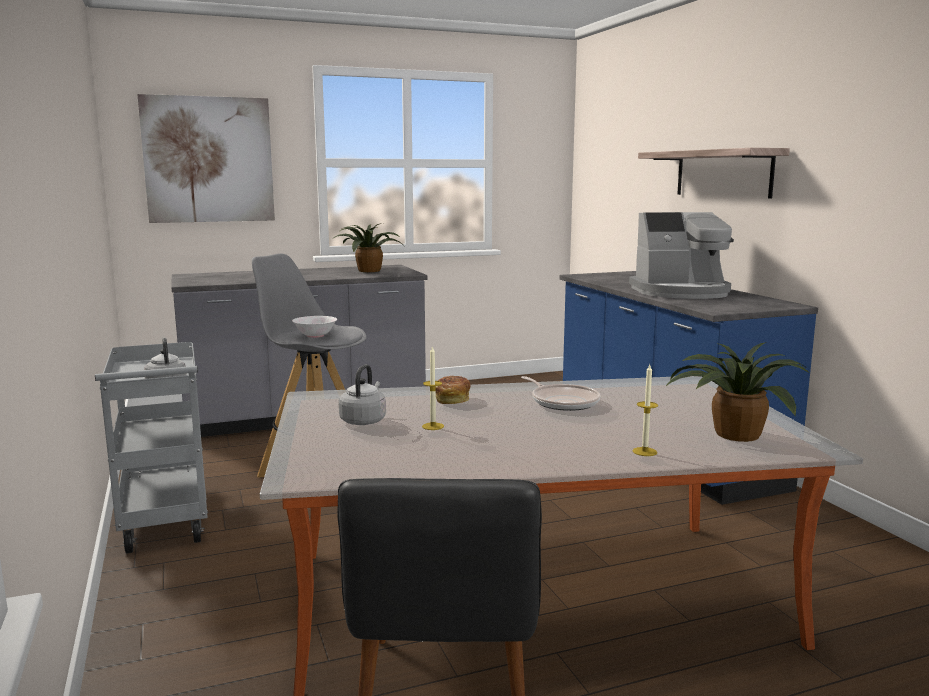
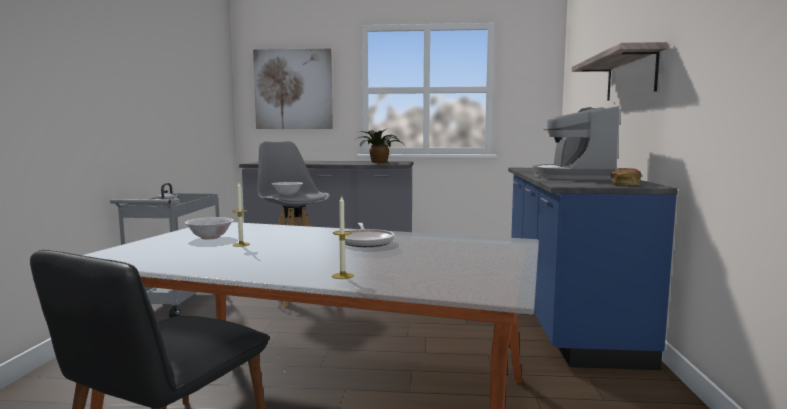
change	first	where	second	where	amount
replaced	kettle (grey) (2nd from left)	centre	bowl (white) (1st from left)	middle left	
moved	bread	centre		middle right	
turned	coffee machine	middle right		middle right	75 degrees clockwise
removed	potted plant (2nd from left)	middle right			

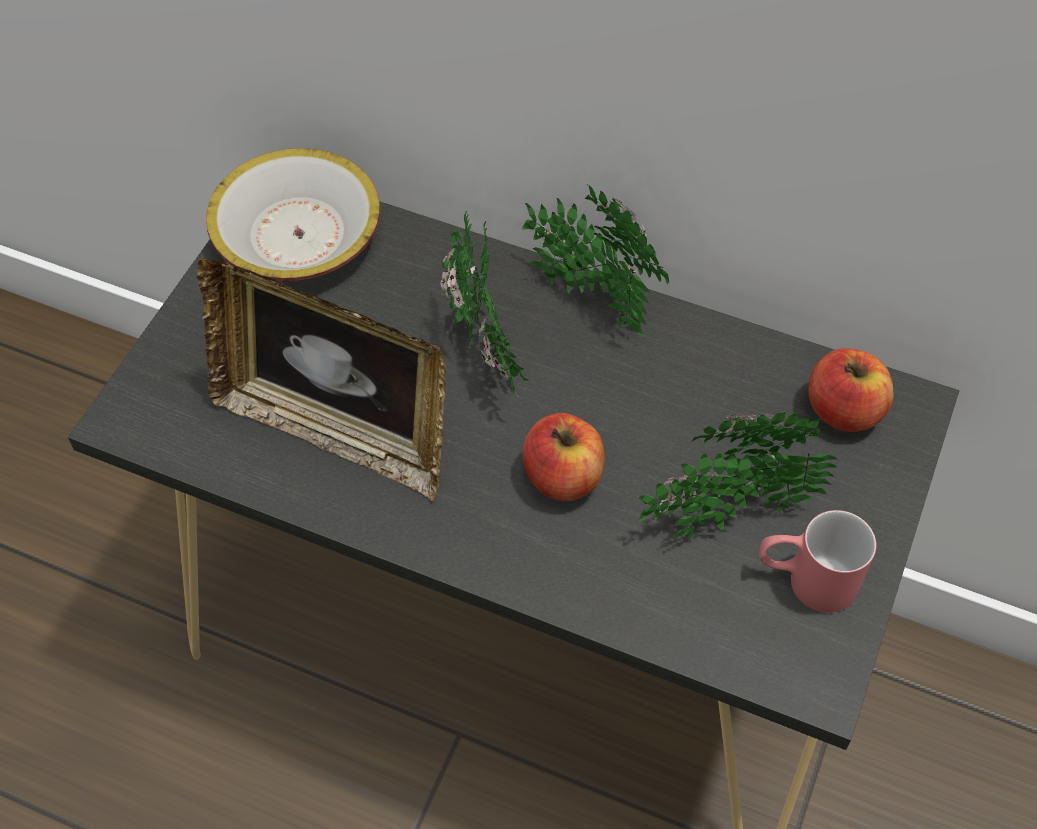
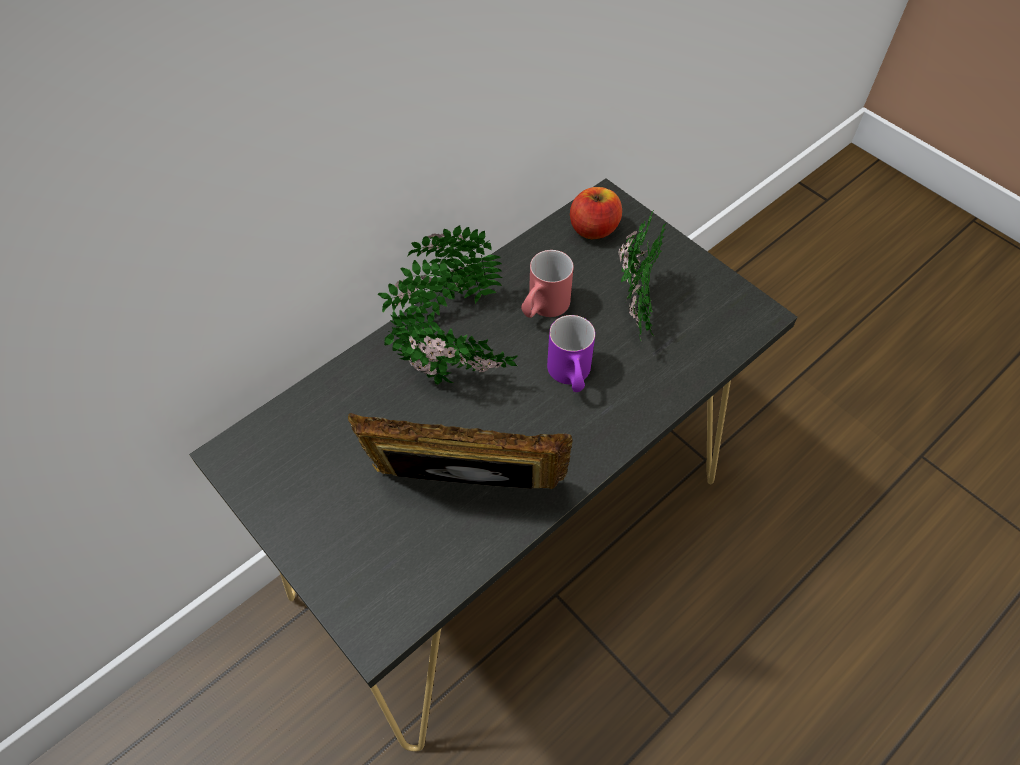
change	first	where	second	where	amount
turned	picture frame	middle left		centre	135 degrees counterclockwise
removed	bowl	top left			
replaced	apple (1st from left)	centre	mug (purple)	centre	
moved	mug (red)	bottom right		centre	

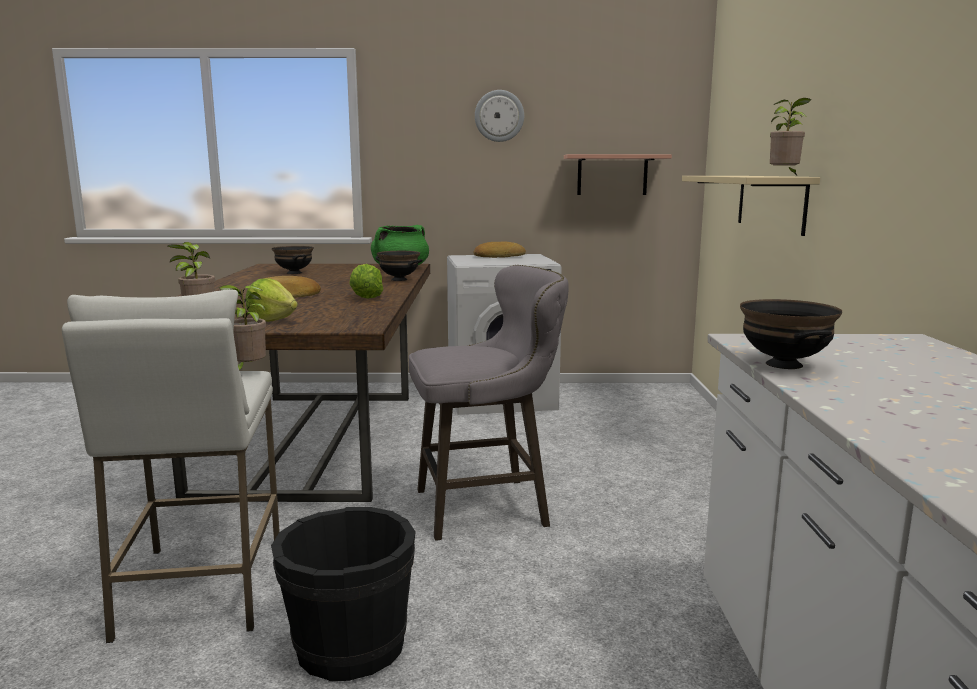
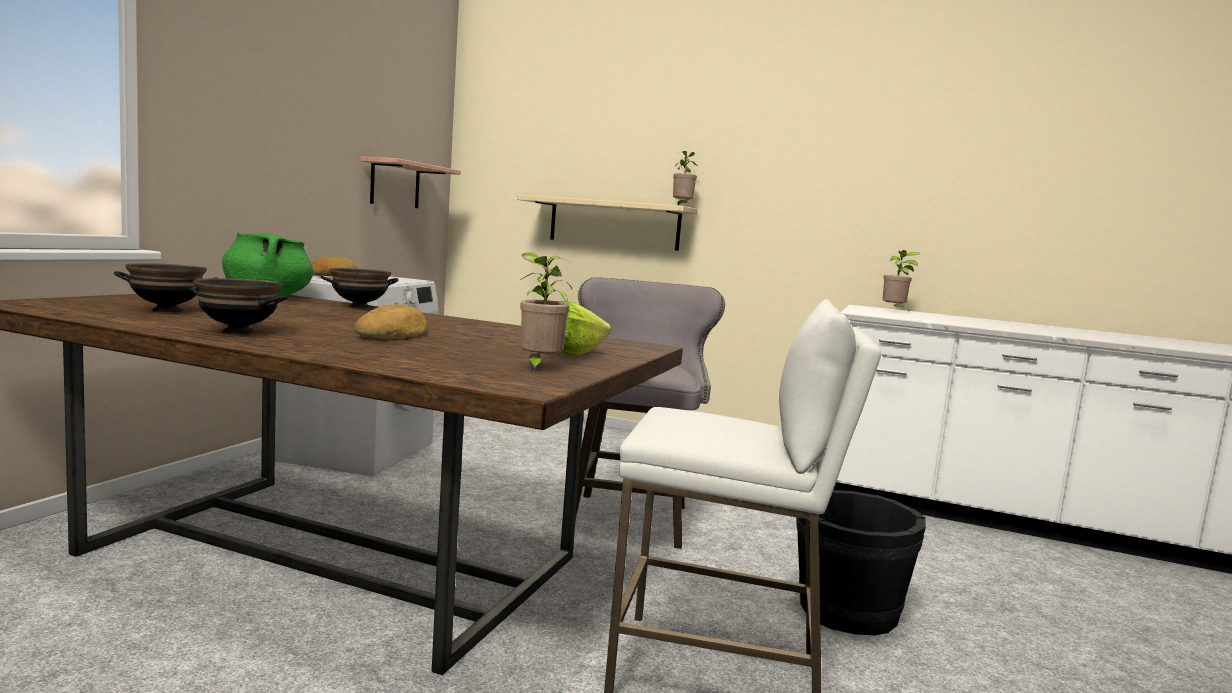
change	first	where	second	where	amount
moved	potted plant (2nd from left in the first image)	middle left	potted plant (3rd from left)	middle right	
removed	lettuce (2nd from left)	centre			
removed	wall clock	top centre			
moved	bowl (black) (3rd from left in the first image)	middle right	bowl (black) (2nd from left)	middle left	

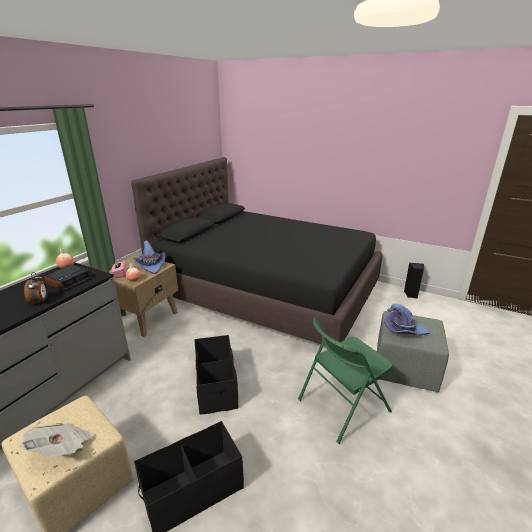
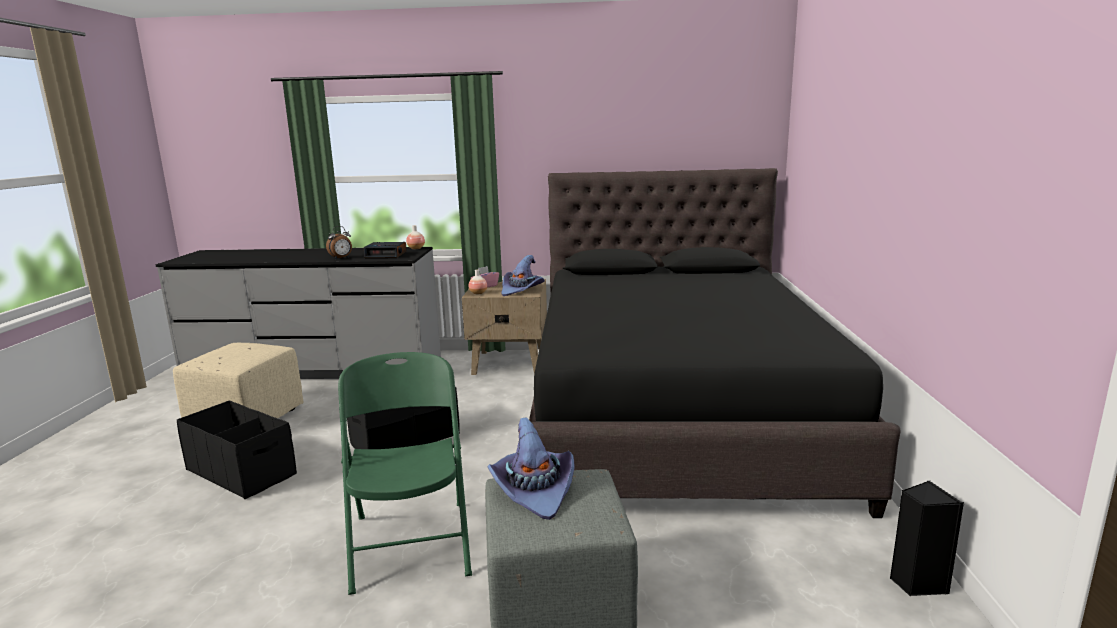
change	first	where	second	where	amount
removed	newspaper	bottom left			
turned	chair (green)	bottom centre		bottom centre	45 degrees clockwise

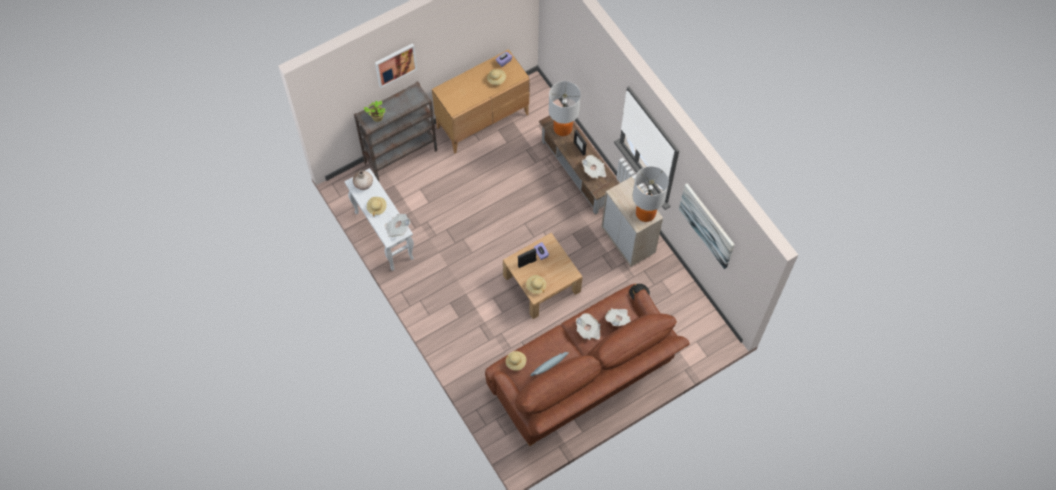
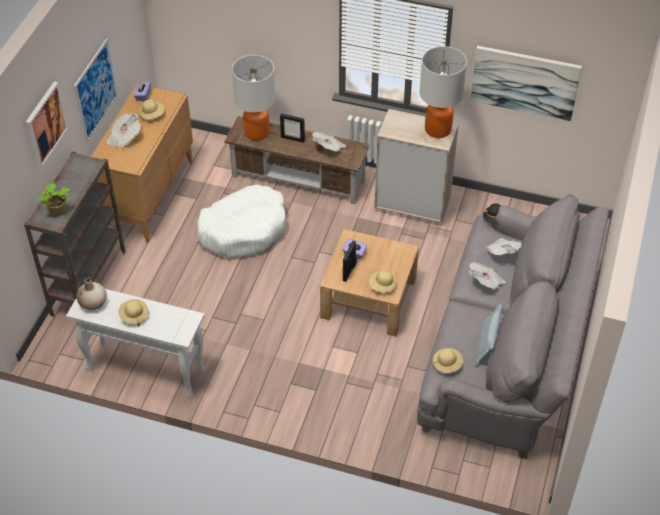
change	first	where	second	where	amount
moved	newspaper (1st from left)	centre		top left	
recoloured	sofa (brown)	bottom centre	sofa (grey)	middle right	
added			picture (2nd from left)	top left	
added			dog bed (white)	centre	

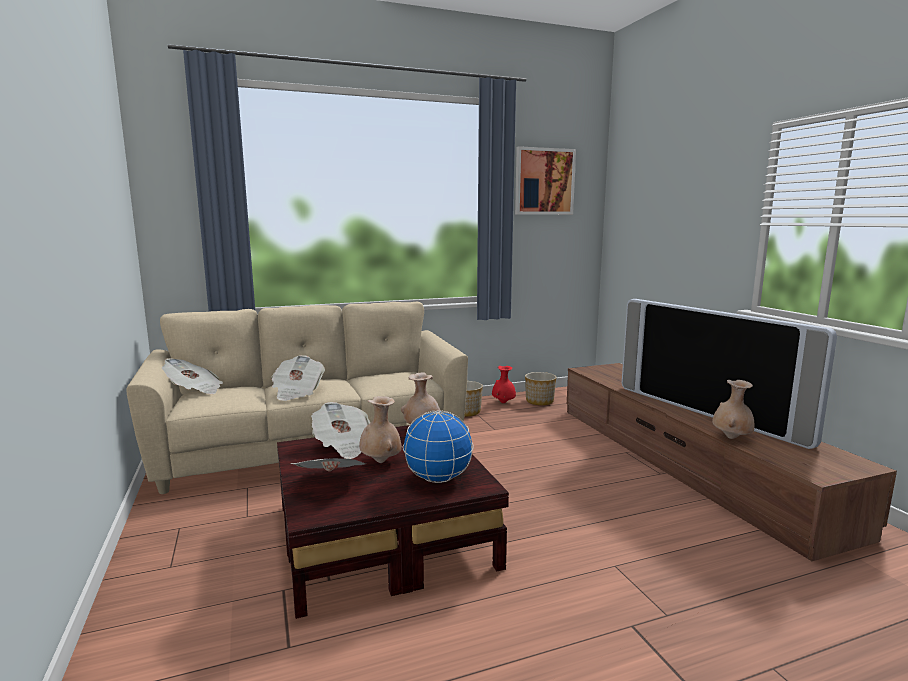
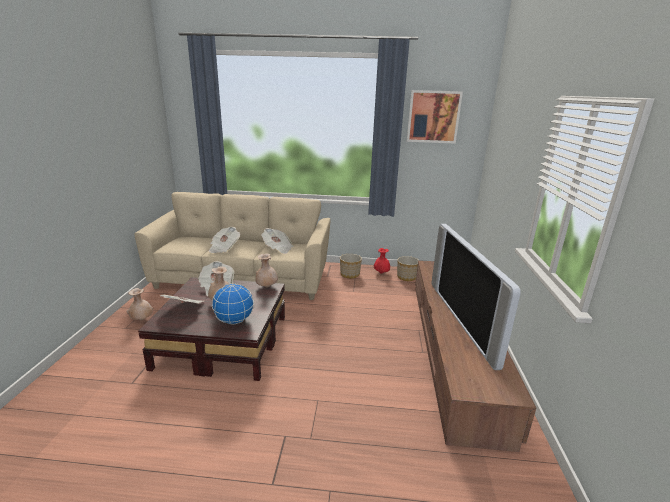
change	first	where	second	where	amount
moved	newspaper (1st from left in the first image)	middle left	newspaper (4th from left)	centre	
moved	vase (beige) (3rd from left in the first image)	middle right	vase (beige) (1st from left)	middle left	

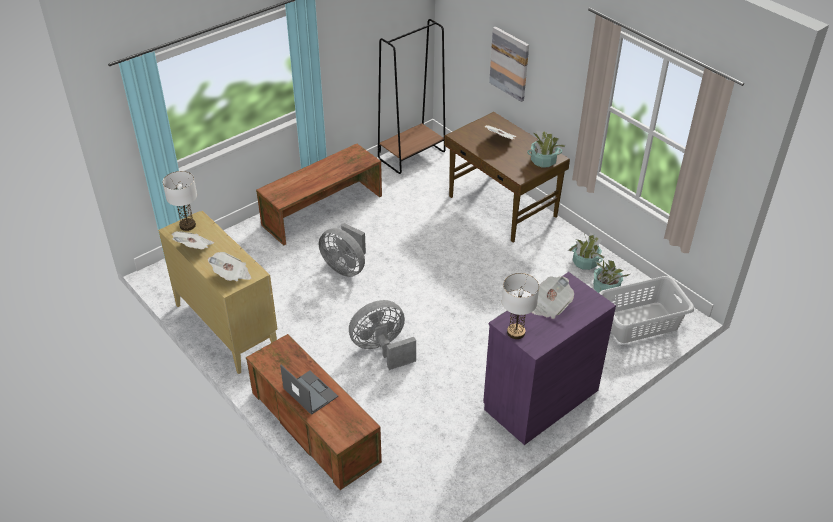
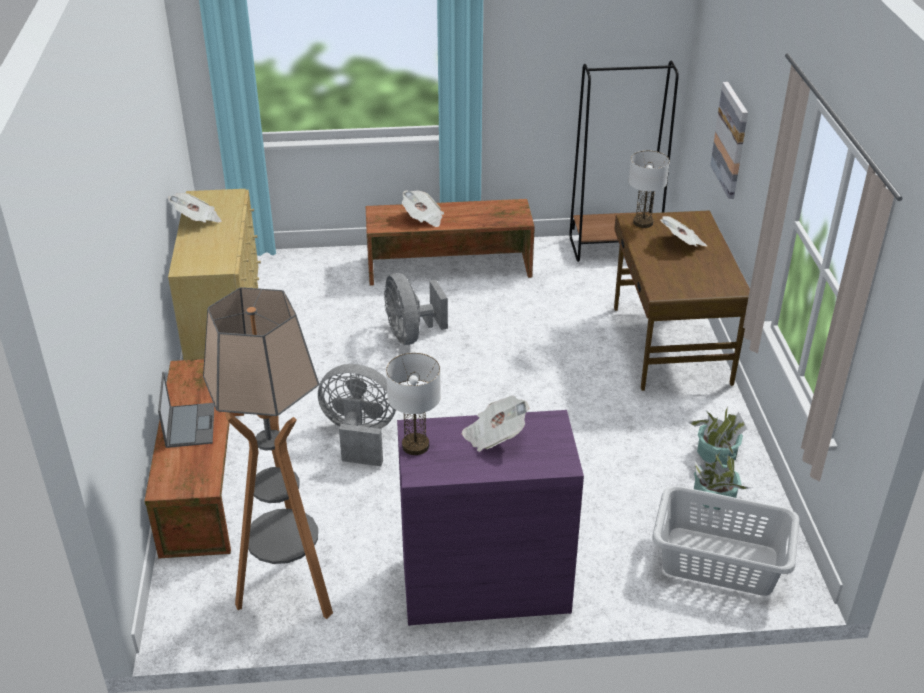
change	first	where	second	where	amount
moved	table lamp (1st from left in the first image)	middle left	table lamp (2nd from left)	top right	
moved	newspaper (2nd from left)	middle left		top centre	
removed	potted plant (1st from left)	top centre			
added			floor lamp	middle left	

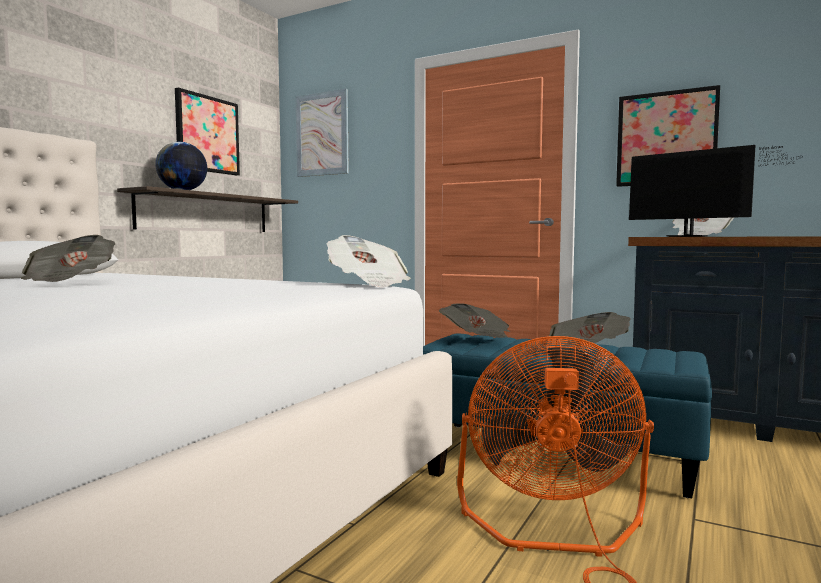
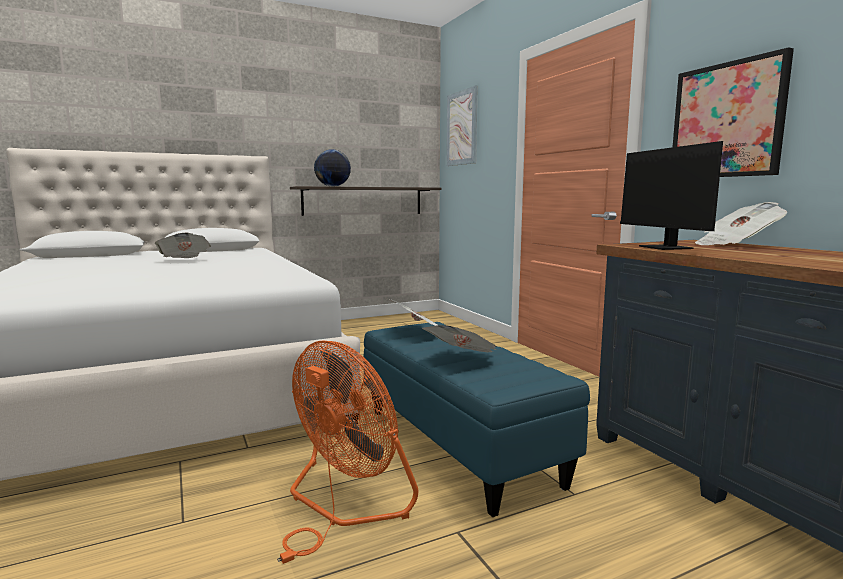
change	first	where	second	where	amount
removed	picture (1st from left)	top left			
removed	newspaper (2nd from left)	centre			

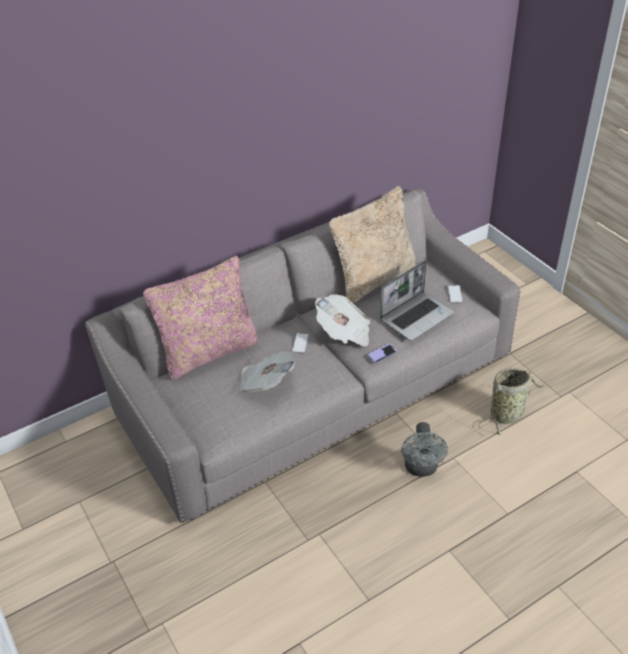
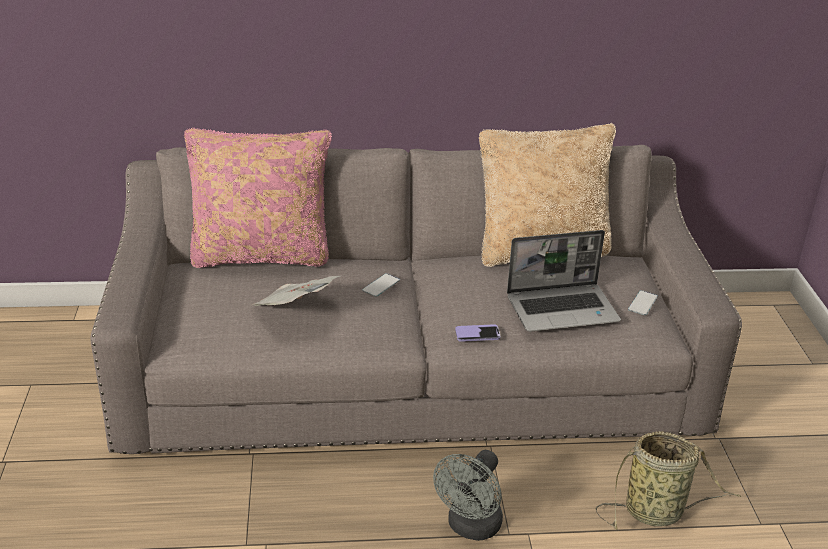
change	first	where	second	where	amount
removed	newspaper (2nd from left)	centre			

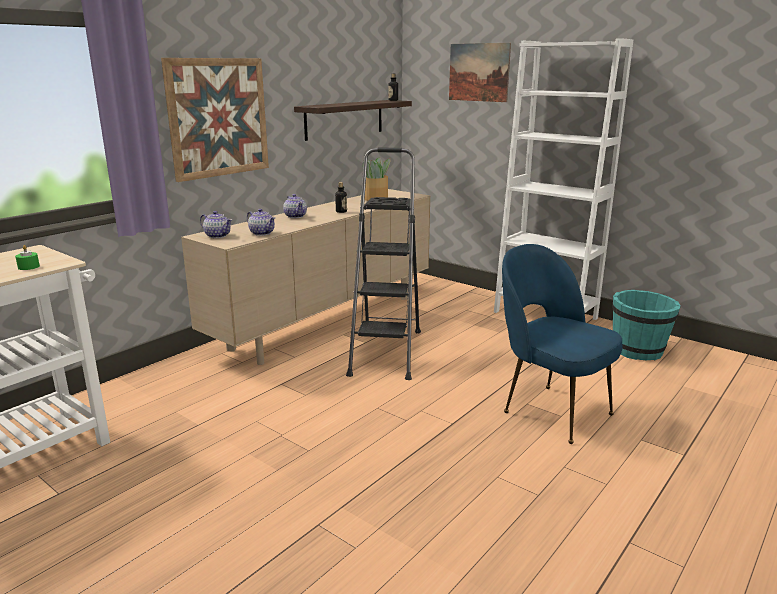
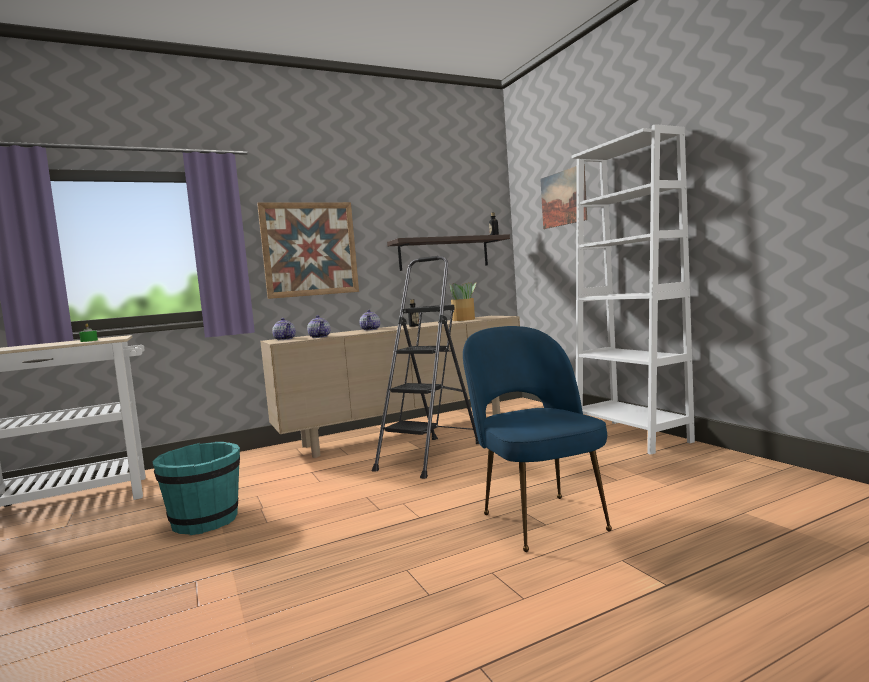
change	first	where	second	where	amount
moved	bucket (turquoise)	middle right		bottom left	

